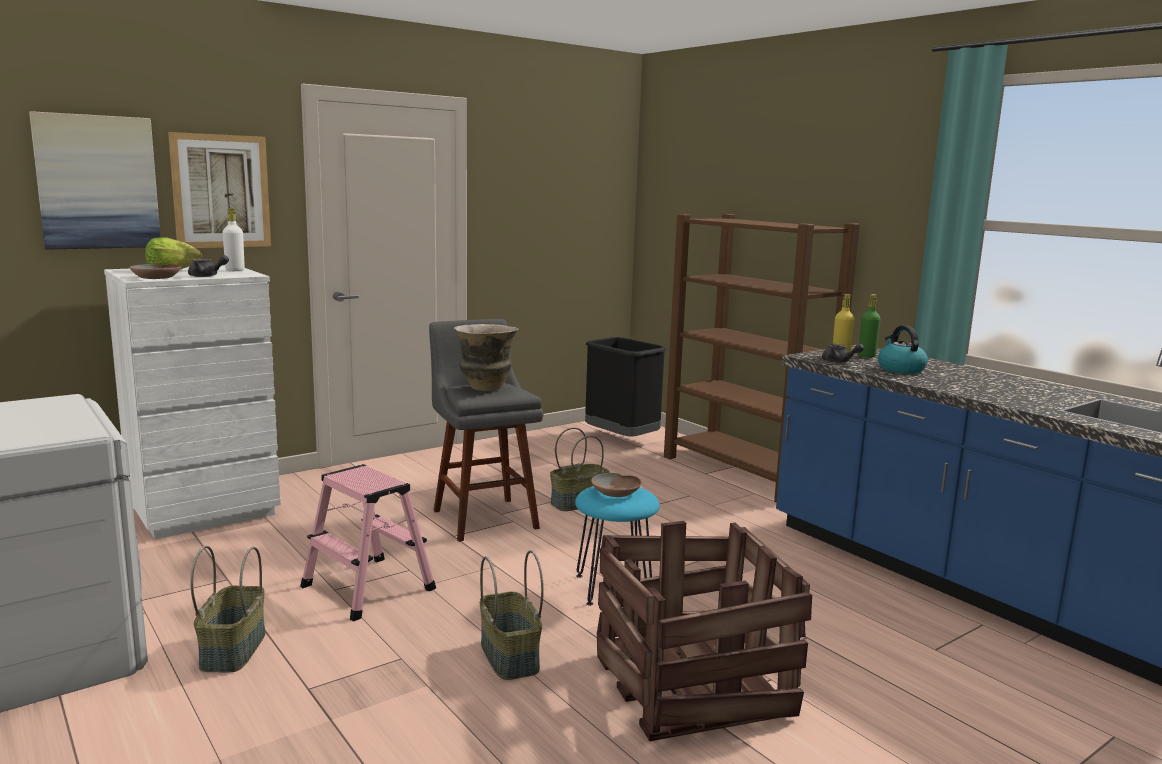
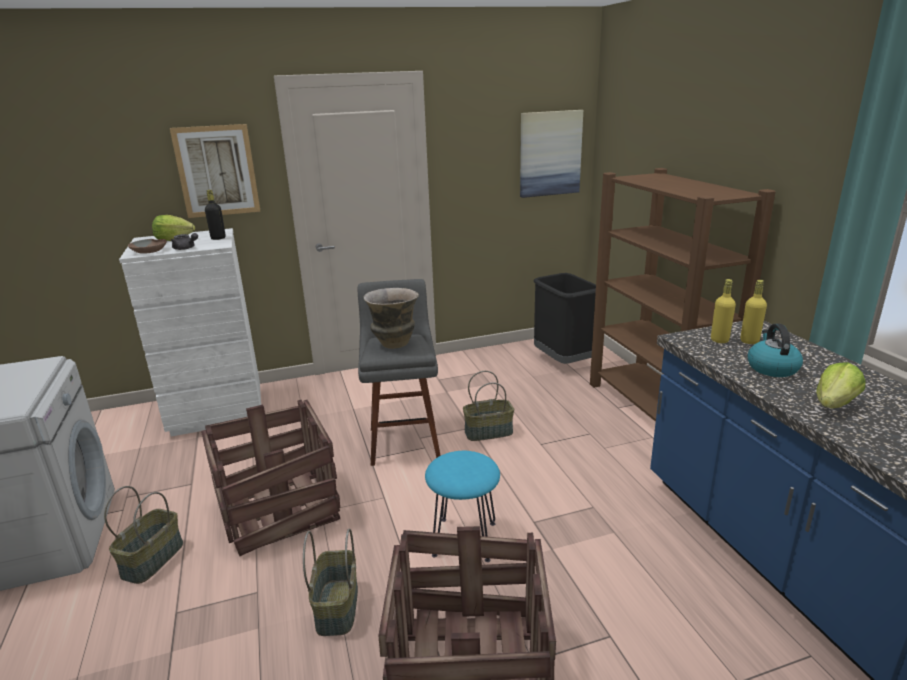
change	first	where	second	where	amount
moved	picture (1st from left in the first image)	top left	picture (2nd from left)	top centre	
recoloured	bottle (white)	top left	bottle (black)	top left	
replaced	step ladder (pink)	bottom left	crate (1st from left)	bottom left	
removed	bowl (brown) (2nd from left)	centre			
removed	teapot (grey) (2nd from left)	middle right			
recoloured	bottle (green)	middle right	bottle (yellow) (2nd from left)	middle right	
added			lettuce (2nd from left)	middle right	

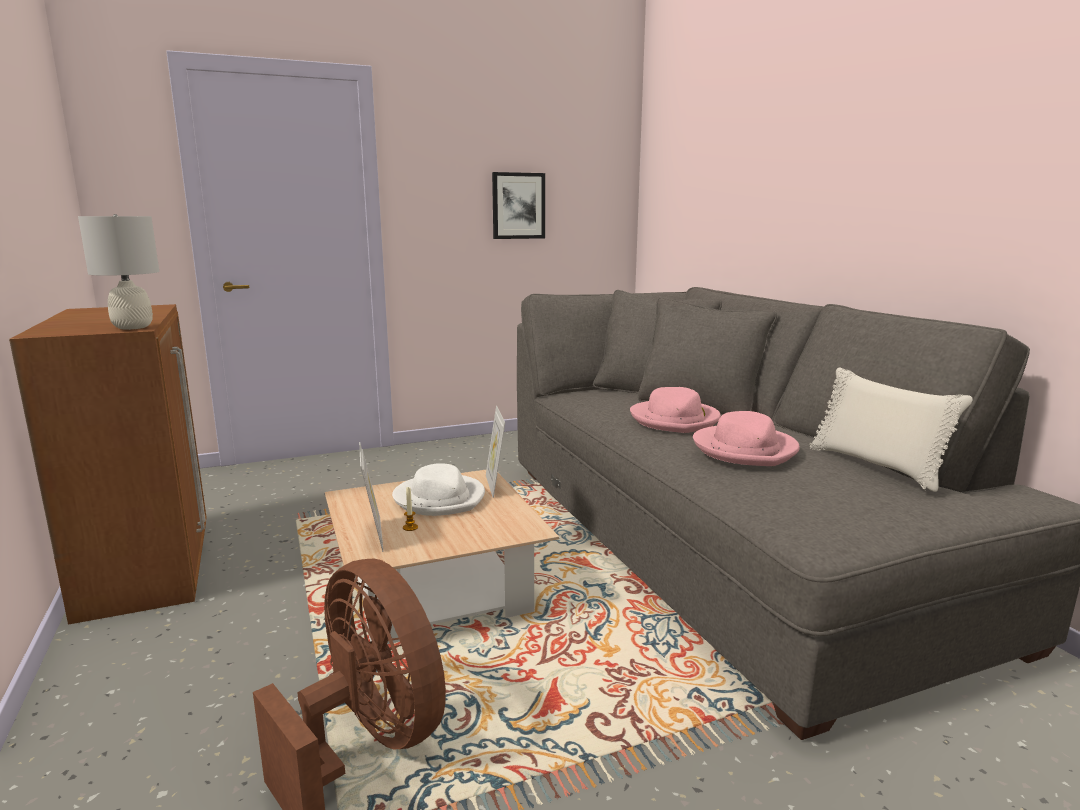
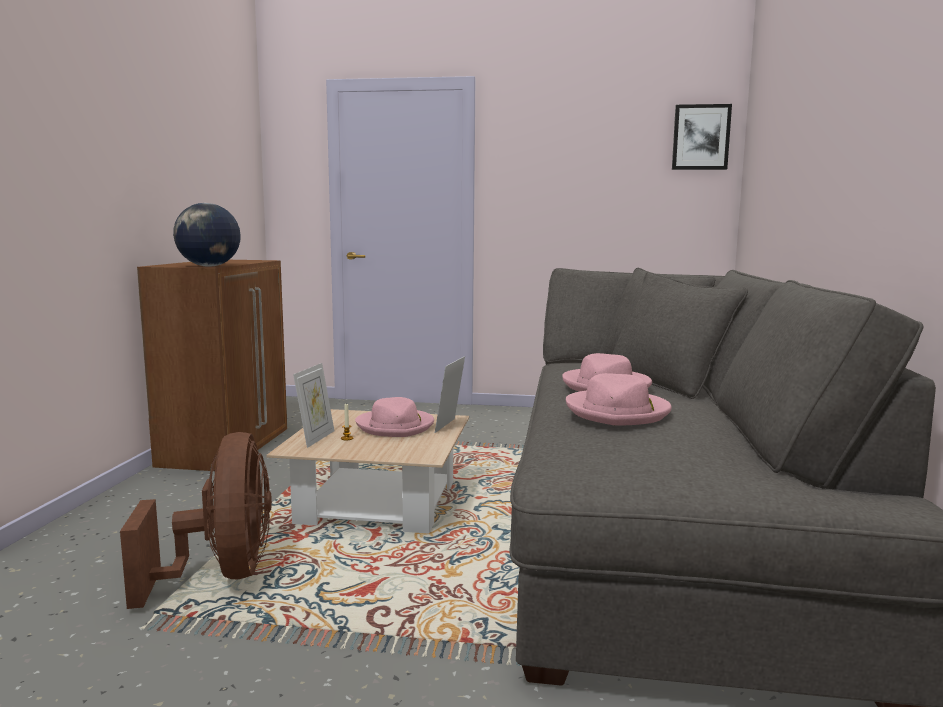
change	first	where	second	where	amount
replaced	table lamp (grey)	middle left	globe	top left	
recoloured	hat (white)	centre	hat (pink) (1st from left)	centre	
moved	picture	top centre		top right	
removed	pillow (white)	middle right			

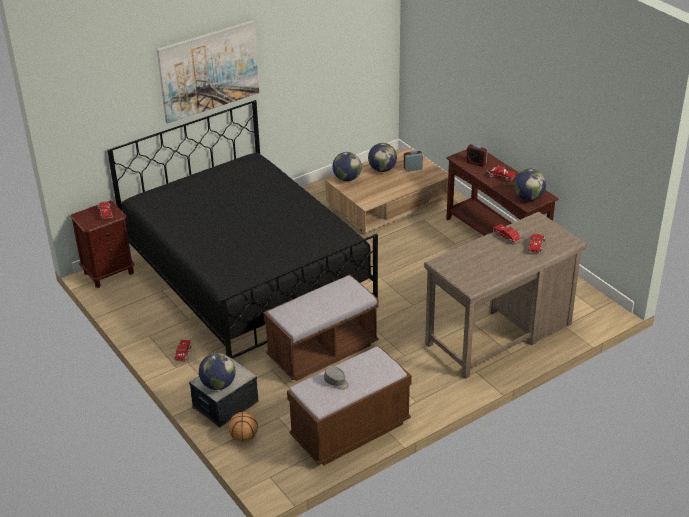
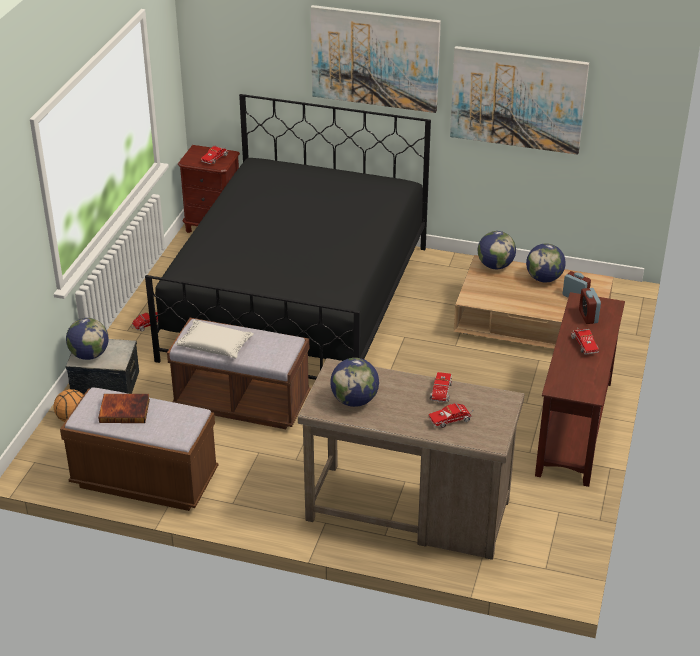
change	first	where	second	where	amount
replaced	cap (grey)	bottom centre	book	middle left	
moved	globe (4th from left in the first image)	middle right	globe (2nd from left)	centre	
added			pillow (white)	middle left	
added			picture (2nd from left)	top right	

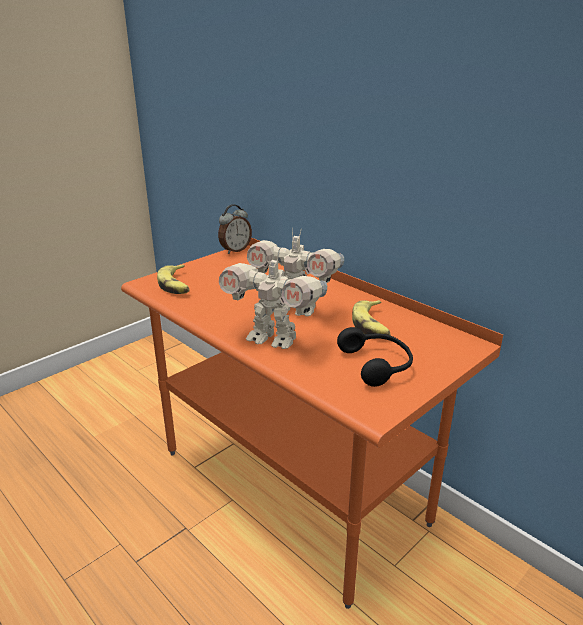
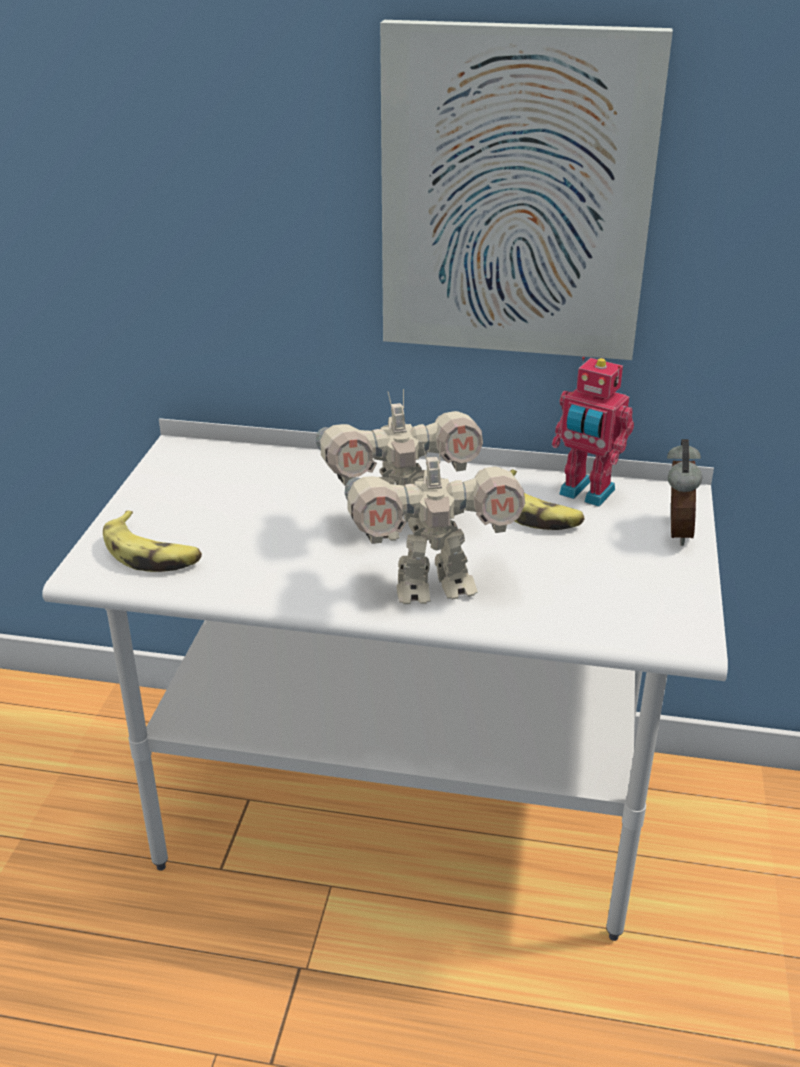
change	first	where	second	where	amount
recoloured	desk (orange)	bottom centre	desk (white)	centre	
moved	alarm clock	centre		middle right	
removed	headphones (black)	centre			
added			picture	top centre	
added			toy robot (3rd from left)	middle right	

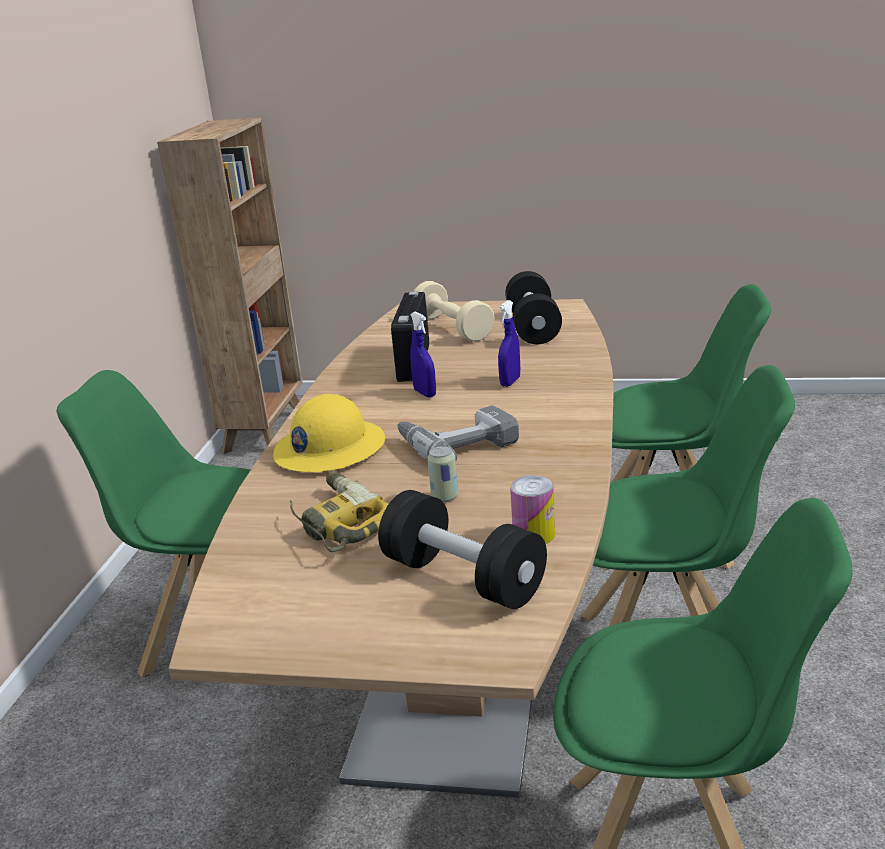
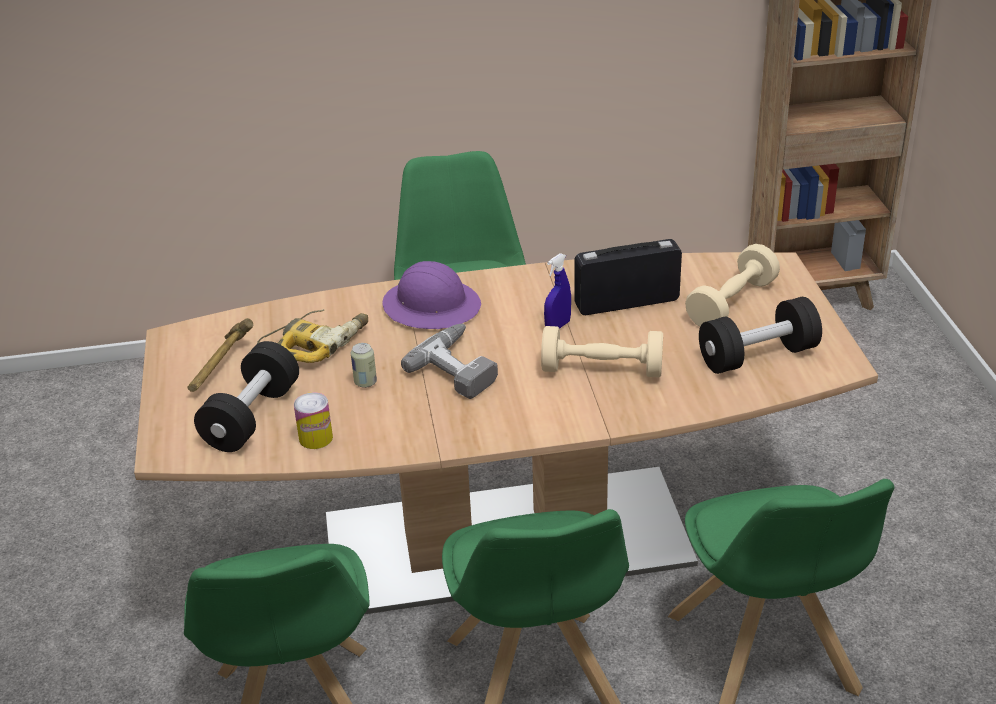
change	first	where	second	where	amount
recoloured	hard hat (yellow)	centre	hard hat (purple)	centre	
replaced	spray bottle (blue) (2nd from left)	centre	dumbbell (beige) (1st from left)	centre	
added			hammer	middle left	

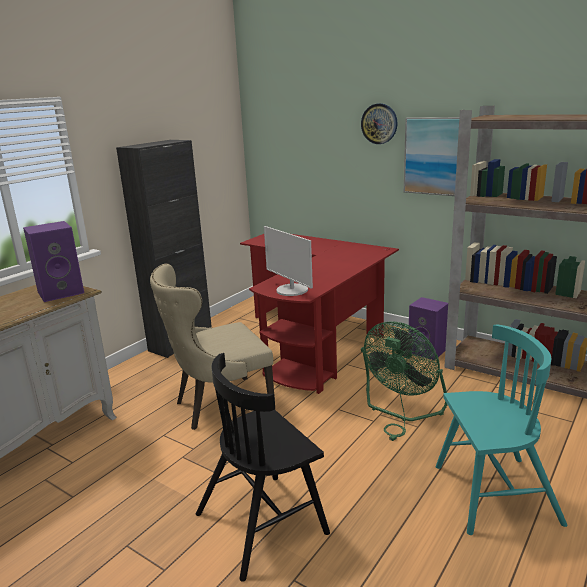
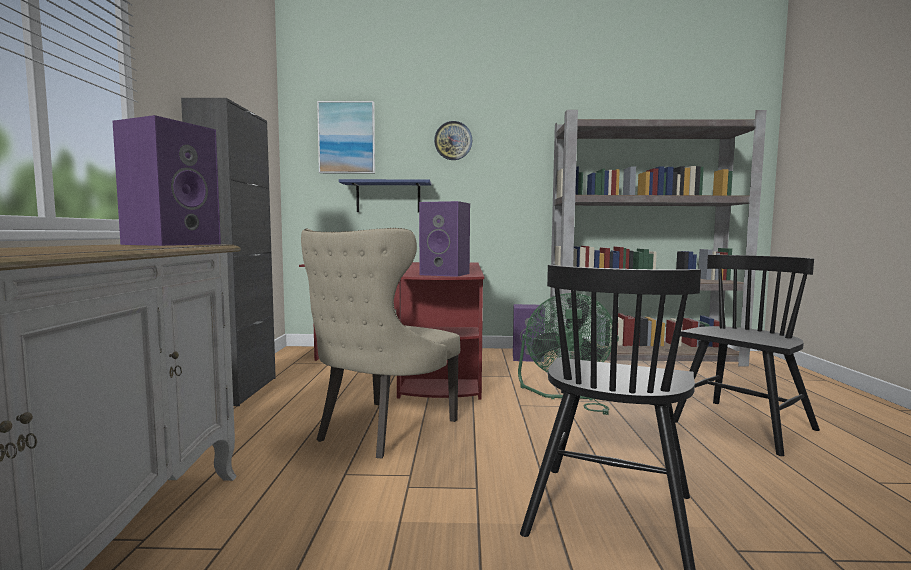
change	first	where	second	where	amount
replaced	monitor	centre	speaker (purple) (2nd from left)	centre	
moved	picture	top right		top centre	
recoloured	chair (turquoise)	bottom right	chair (black) (2nd from left)	middle right	
added			shelf (blue)	centre	

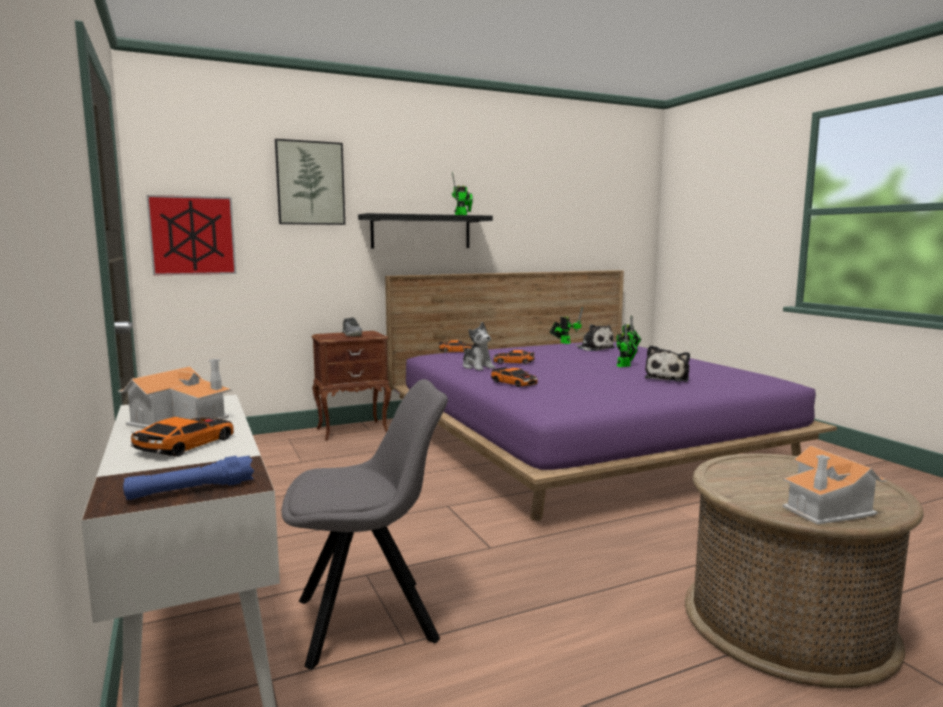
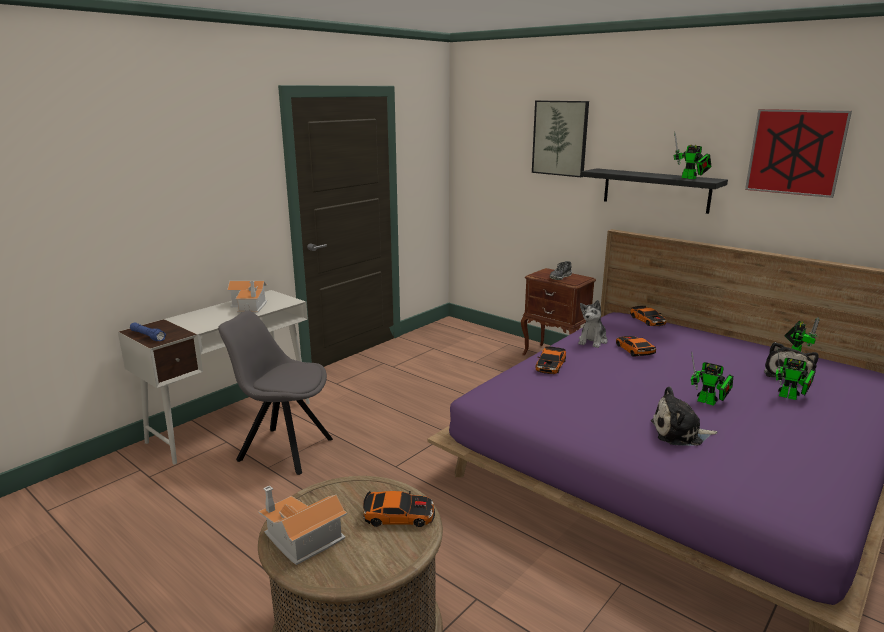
change	first	where	second	where	amount
moved	toy car (1st from left)	middle left		bottom centre	
moved	picture (1st from left in the first image)	top left	picture (2nd from left)	top right	
turned	chair (grey)	bottom centre		middle left	150 degrees clockwise

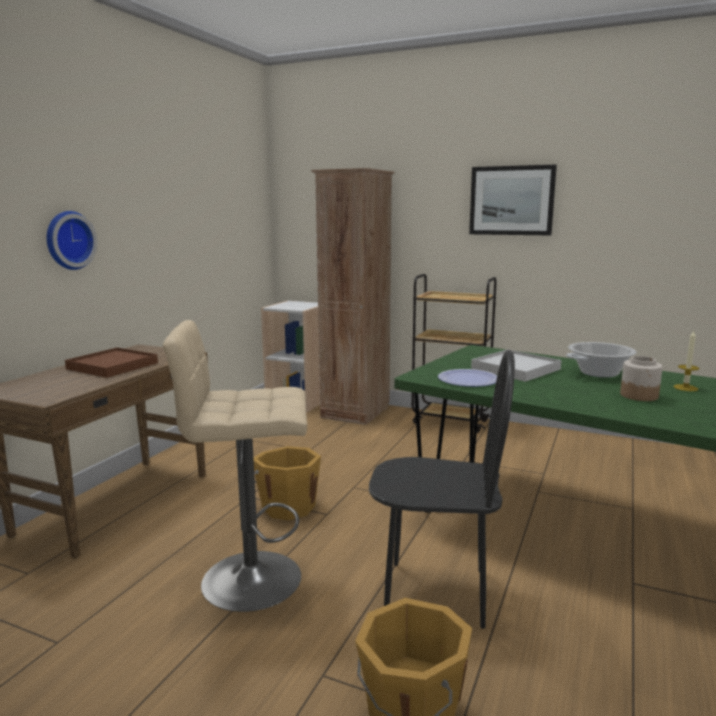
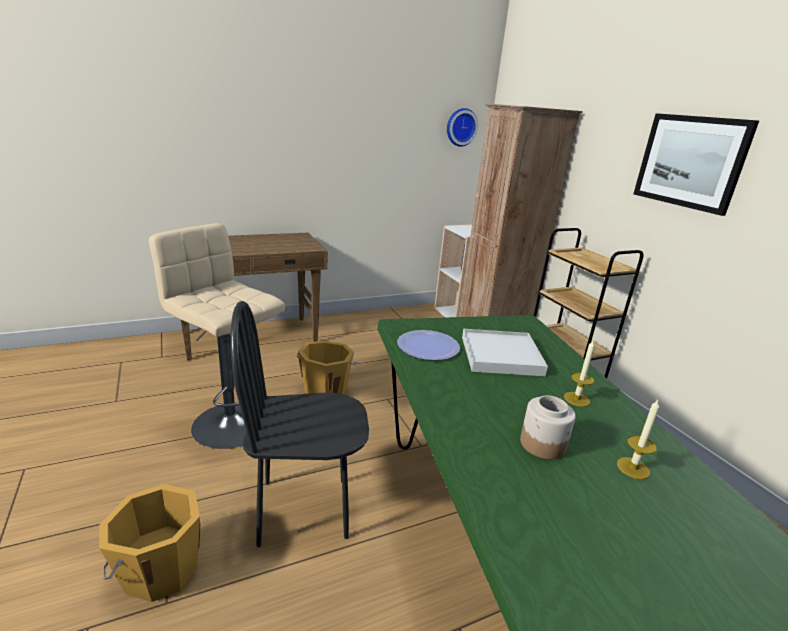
change	first	where	second	where	amount
moved	wall clock	middle left		top centre	
removed	tray (brown)	middle left			
turned	chair (black)	bottom centre		bottom centre	120 degrees clockwise
replaced	cooking pot	middle right	candle (1st from left)	middle right	

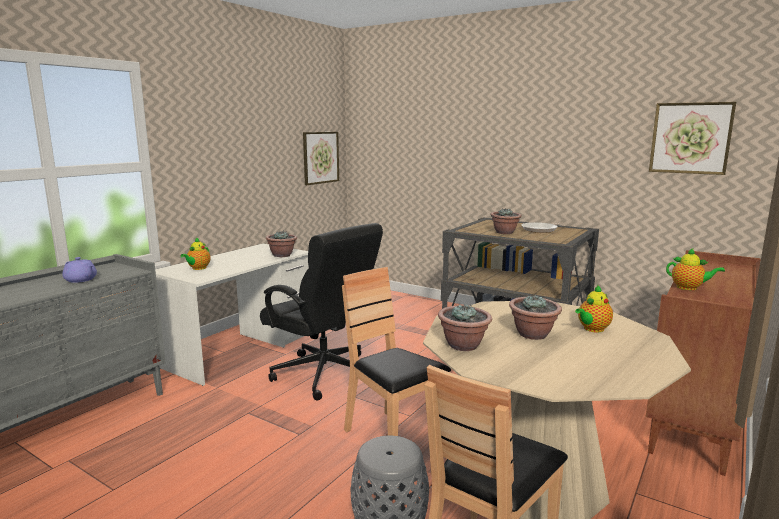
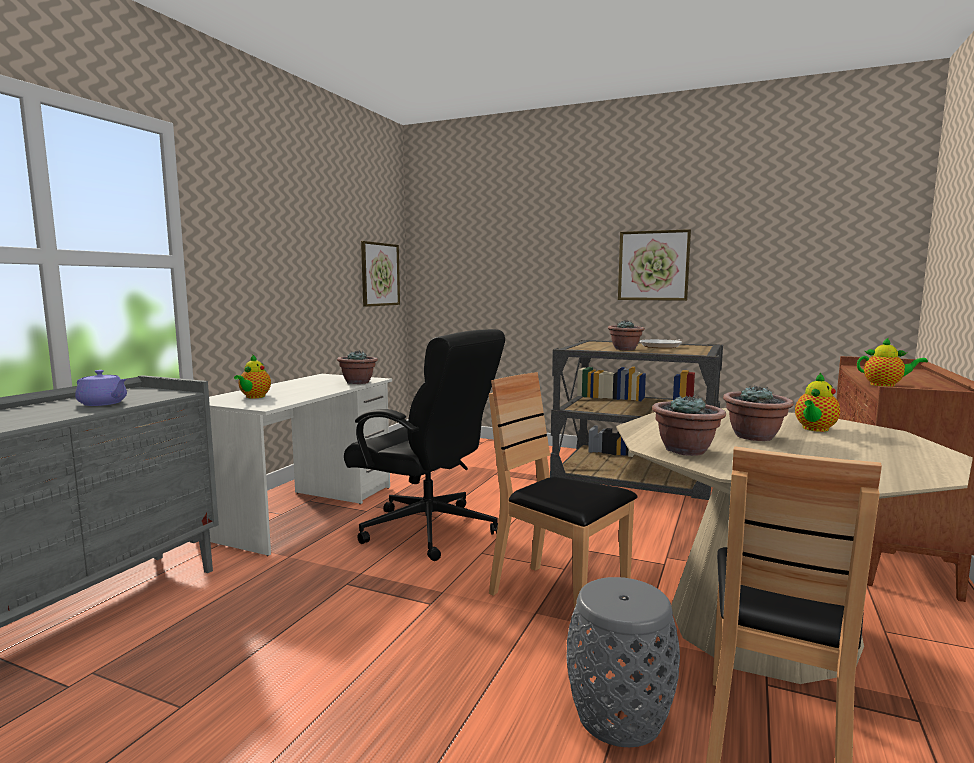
change	first	where	second	where	amount
moved	picture (2nd from left)	top right		middle right	

